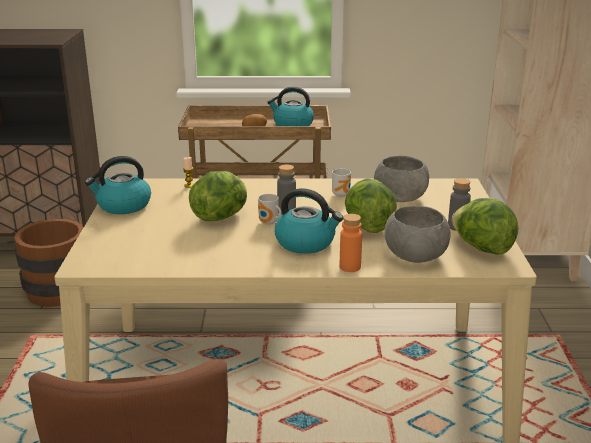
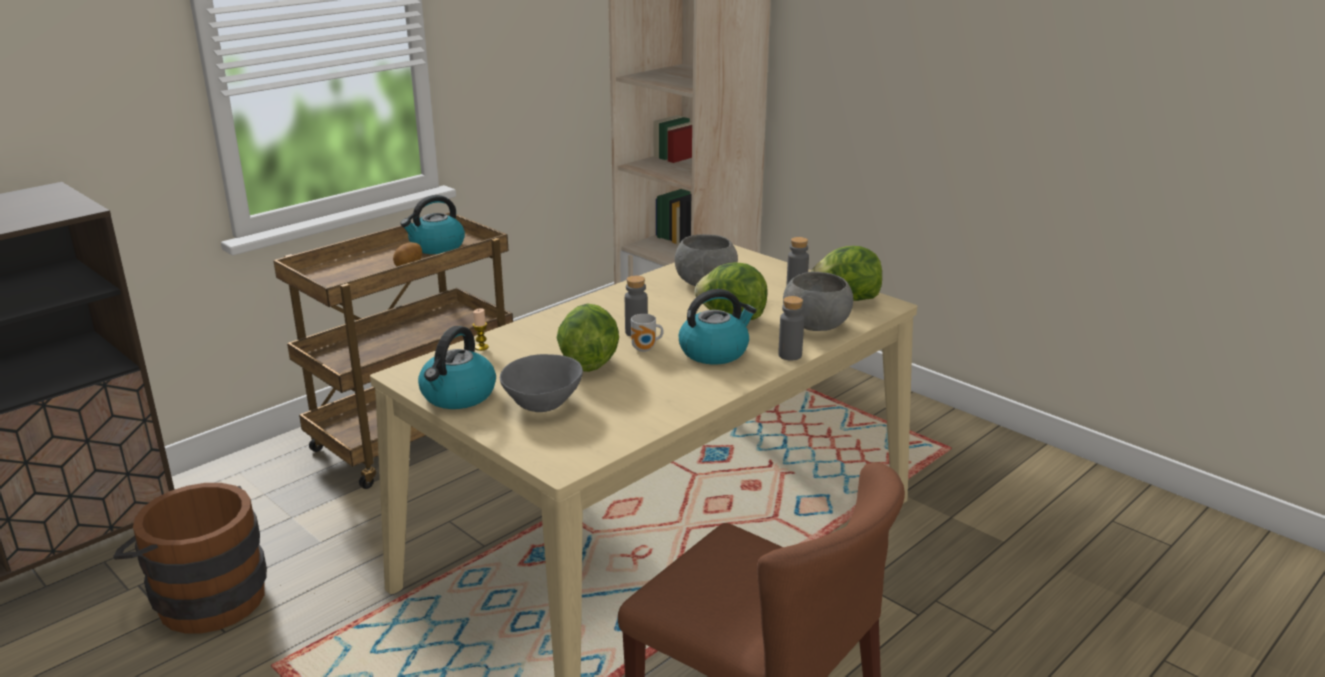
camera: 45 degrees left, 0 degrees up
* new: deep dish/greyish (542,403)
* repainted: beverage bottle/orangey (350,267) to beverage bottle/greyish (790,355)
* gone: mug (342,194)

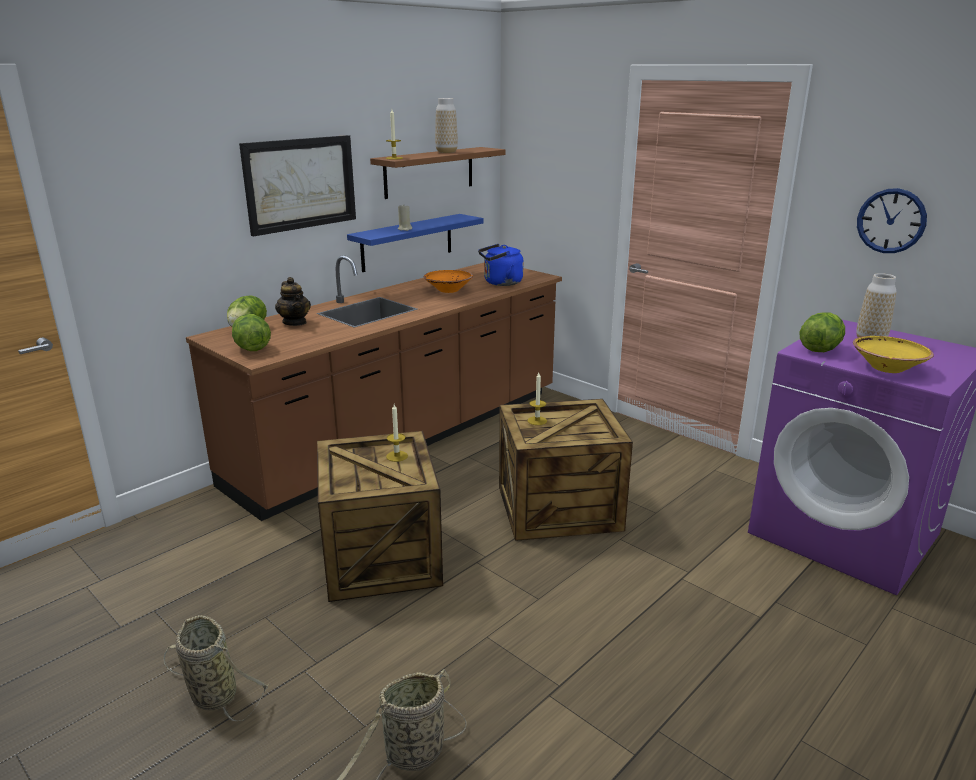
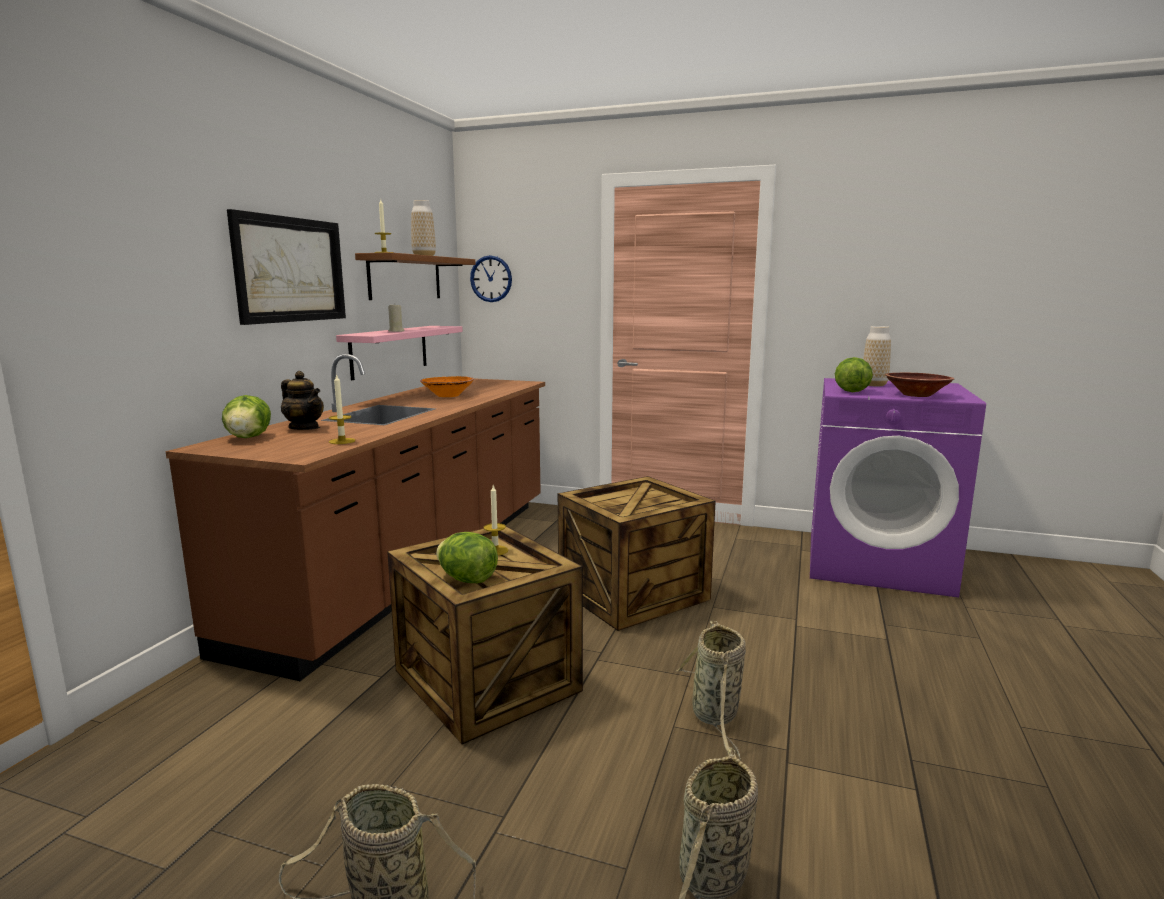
camera: 25 degrees left, 10 degrees down
* shifted: candle (537,421) to (342,441)
* repainted: shelf/blue (407,242) to shelf/pink-coloured (390,351)
* shifted: lettuce head (252,348) to (467,579)
* shifted: hanging clock (891,221) to (491,279)
* new: storage basket (715,716)
* repainted: deep dish/yellow-coloured (887,368) to deep dish/brown-coloured (916,395)
* gone: tea kettle/blue (500,283)

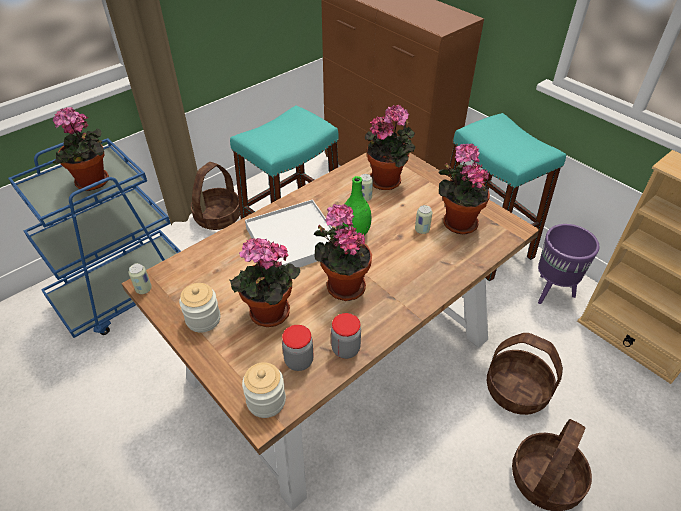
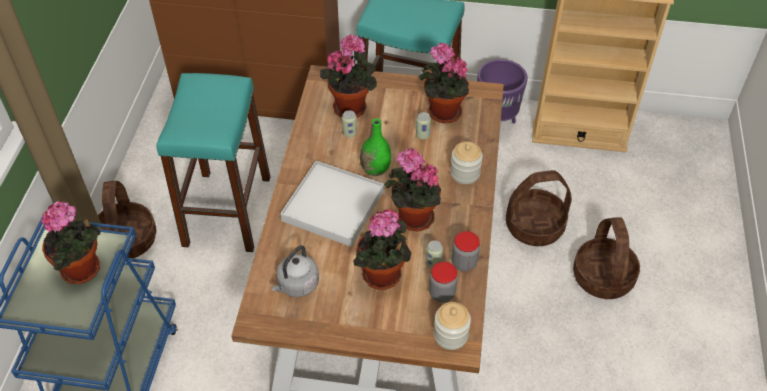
camera: 40 degrees left, 5 degrees up
* new: tea kettle/greyish (297,285)
* shifted: metal can (143,289) to (433,263)
* shifted: preserve jar (203,319) to (465,173)

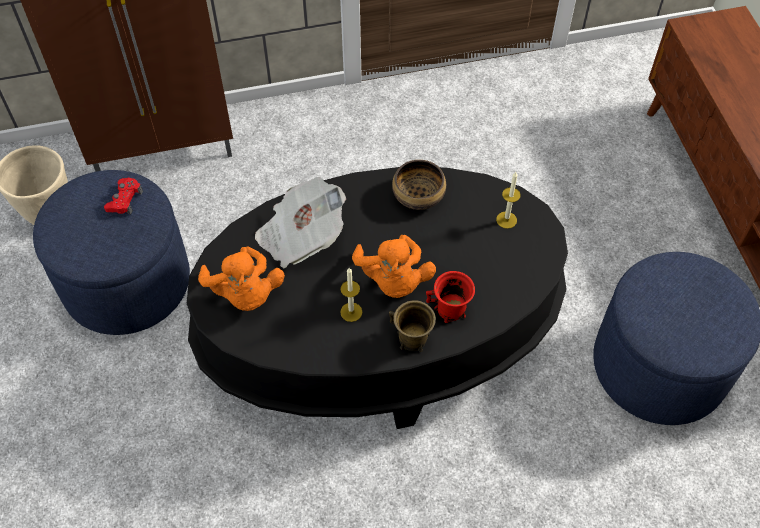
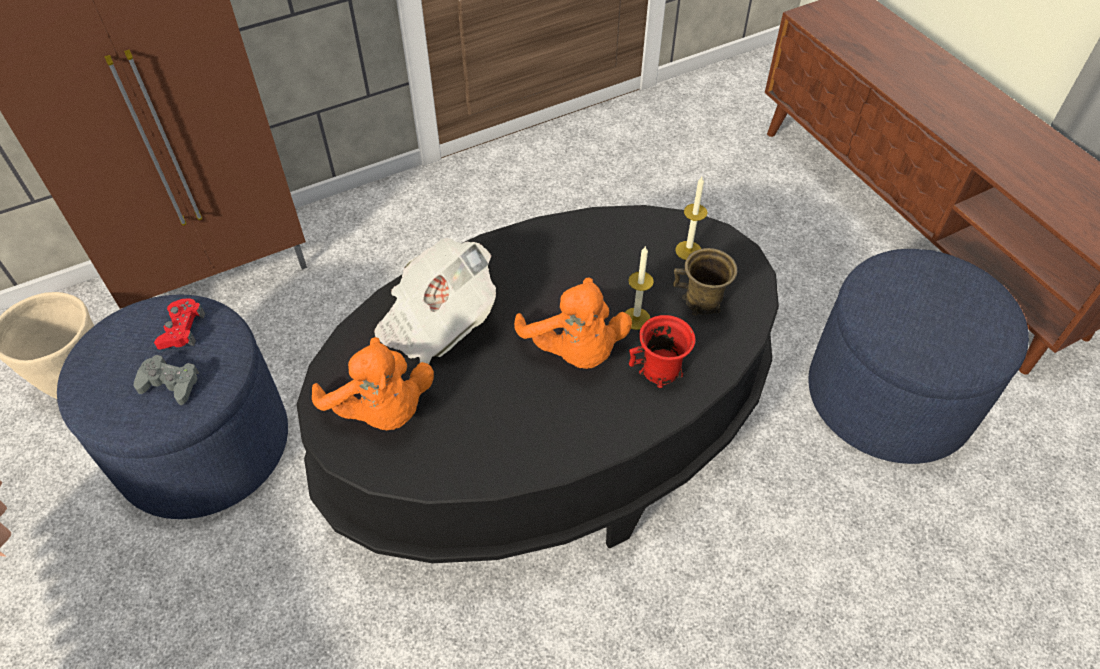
camera: 15 degrees left, 5 degrees down
* new: gamepad/greyish (170,384)
* shifted: candle (351,312) to (636,318)
* shifted: mug/brown-coloured (412,339) to (703,302)
* gone: deep dish (419,195)

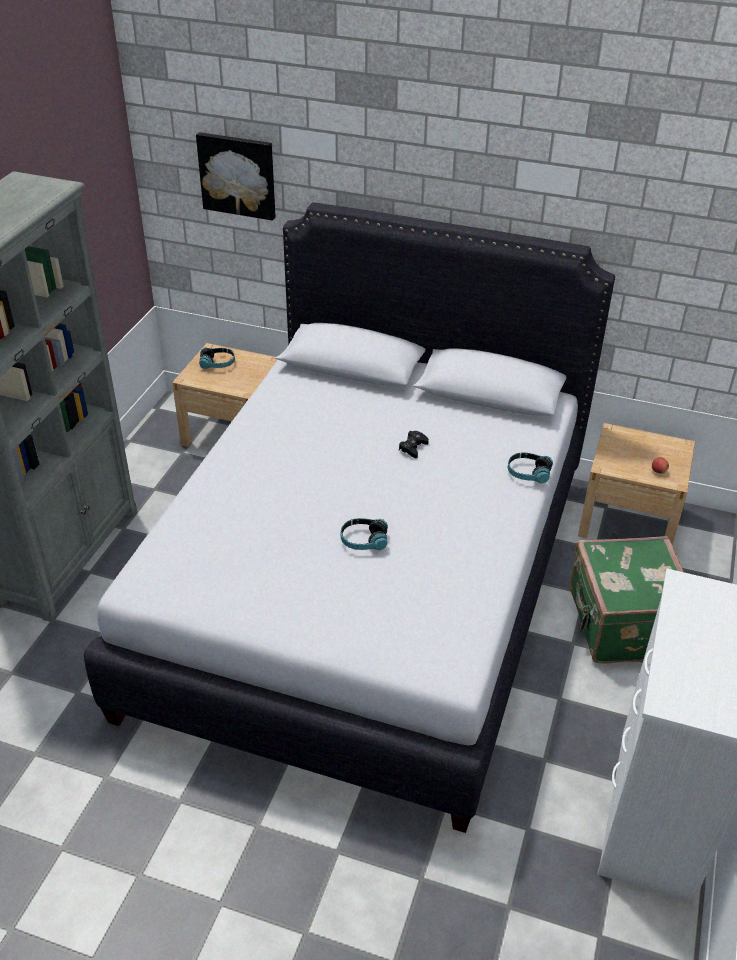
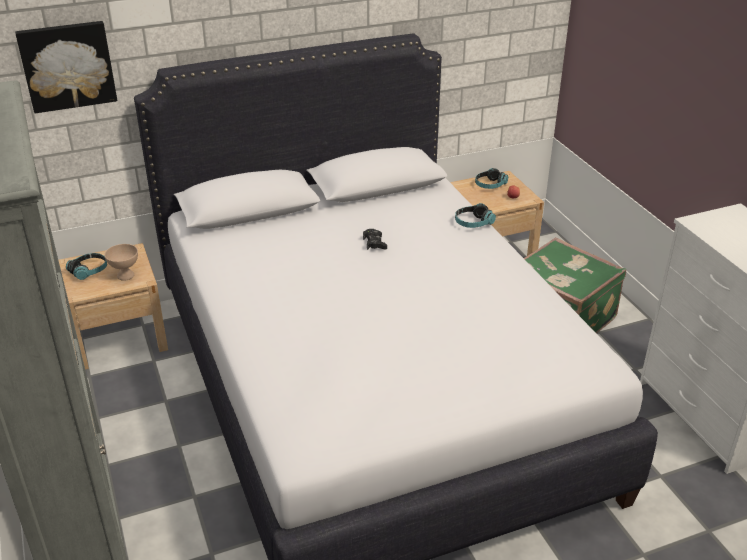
camera: 40 degrees left, 5 degrees down
* new: deep dish/beige (125,276)
* shifted: headset (363,540) to (490,185)

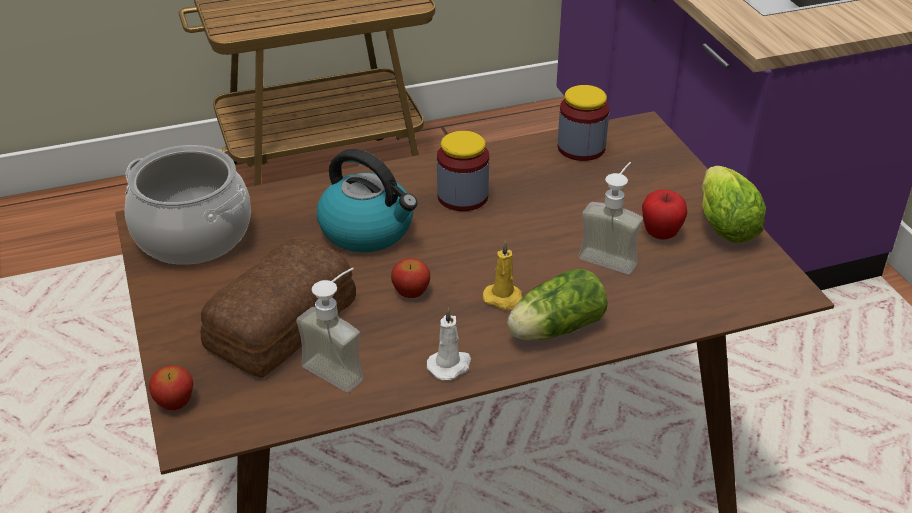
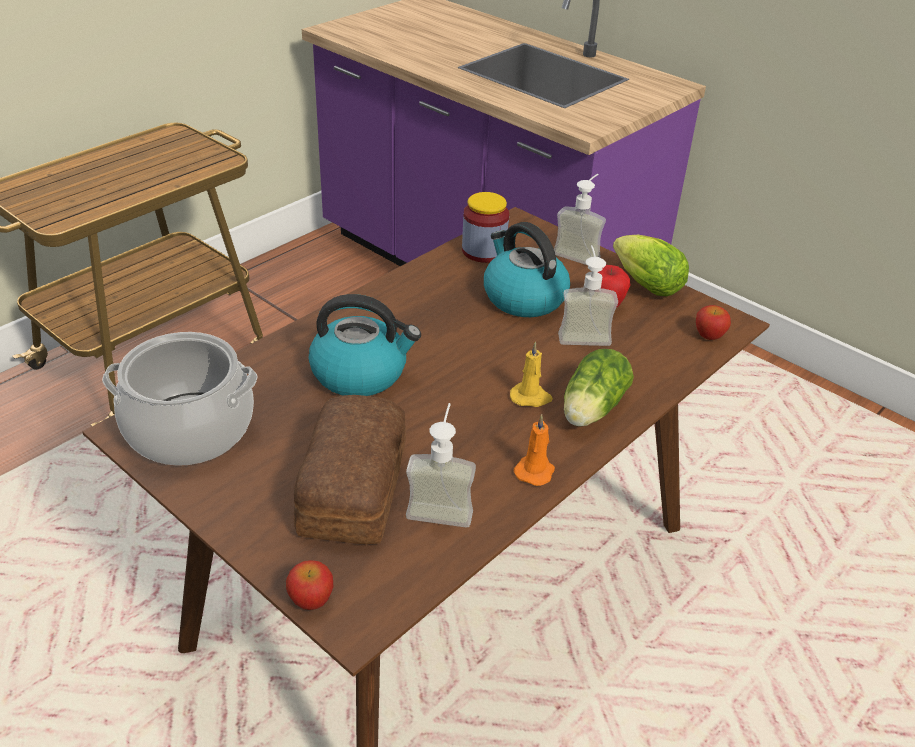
camera: 30 degrees left, 0 degrees up
* new: tea kettle (523,297)
* repainted: candle/white (450,365) to candle/orangey (535,470)
* new: soap dispenser (580,253)
* shifted: apple fruit (411,292) to (709,336)
* gone: preserve jar (462,197)

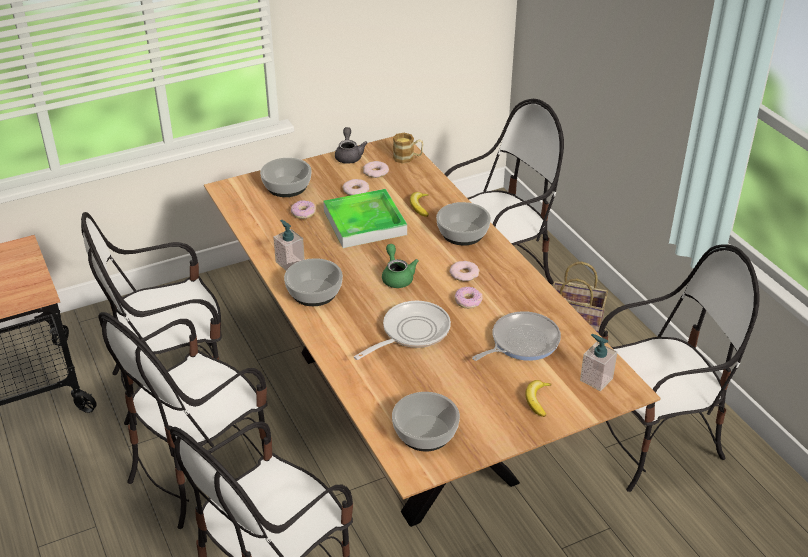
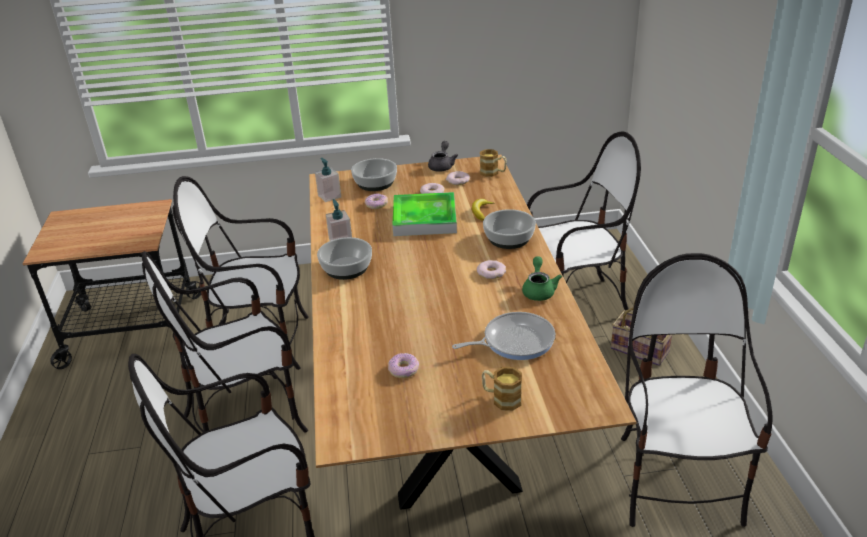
camera: 20 degrees right, 5 degrees down
* shifted: soap dispenser (596,379) to (329,196)
* shifted: ring doughnut (468,301) to (404,369)
* swapped: whole banana (537,400) to mug (501,398)
* shifted: tea pot/greenish (397,277) to (539,290)
* rotated: chair (653,443) = (676,482) 90 degrees counterclockwise
* gone: frying pan (411,332)
* gone: deep dish (424,433)

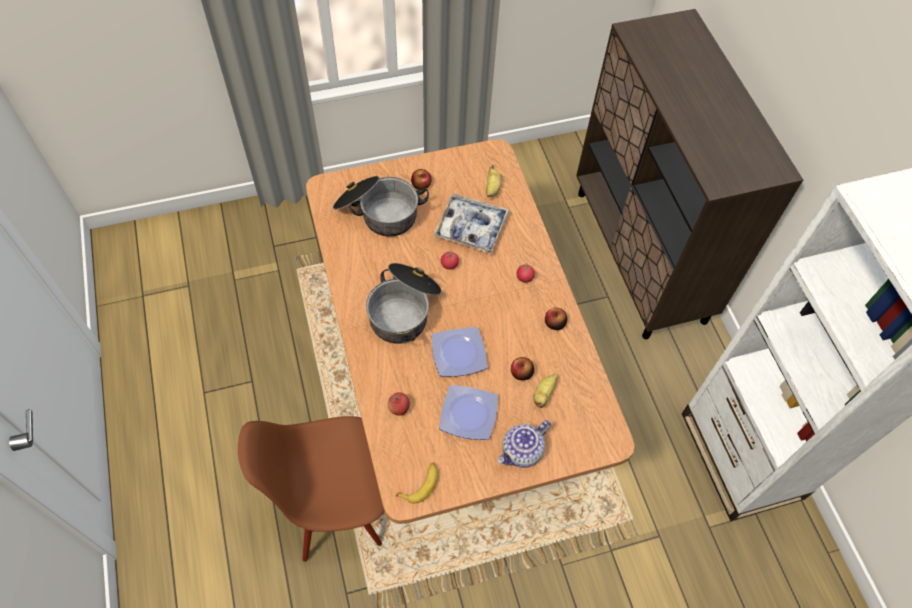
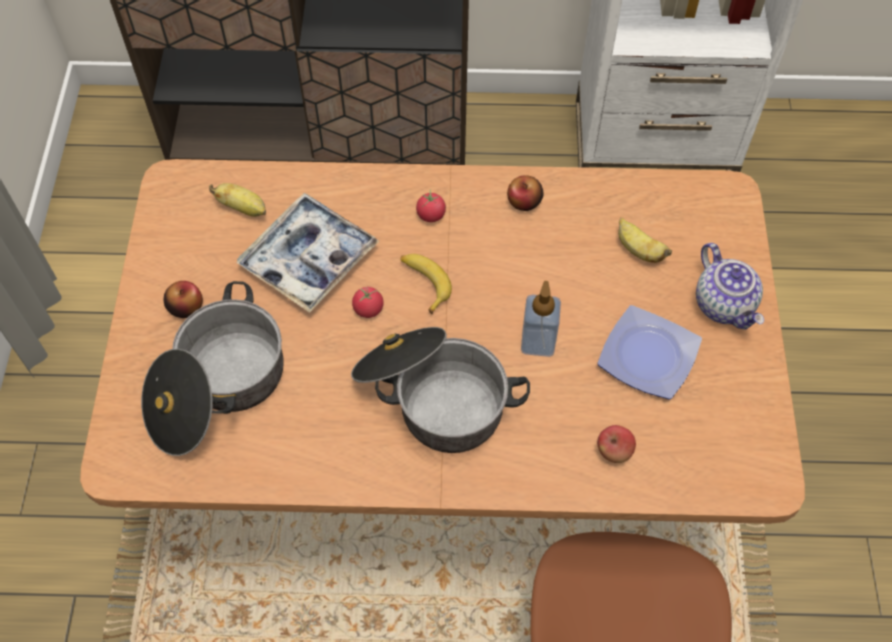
camera: 70 degrees left, 0 degrees up
* shifted: whole banana (420,484) to (424,283)
* swapped: dinner plate (457,353) to soap dispenser (538,342)
* gone: apple fruit (521,373)

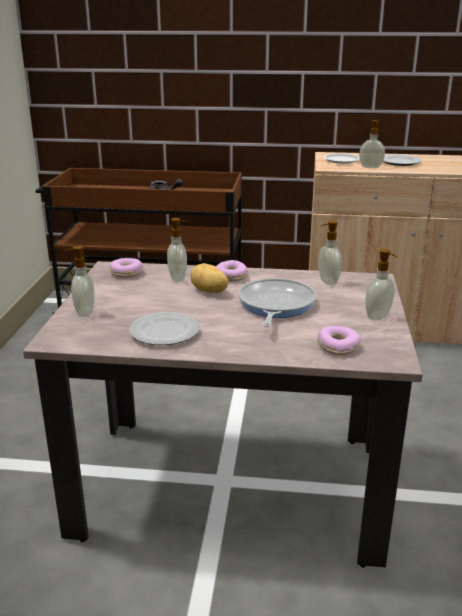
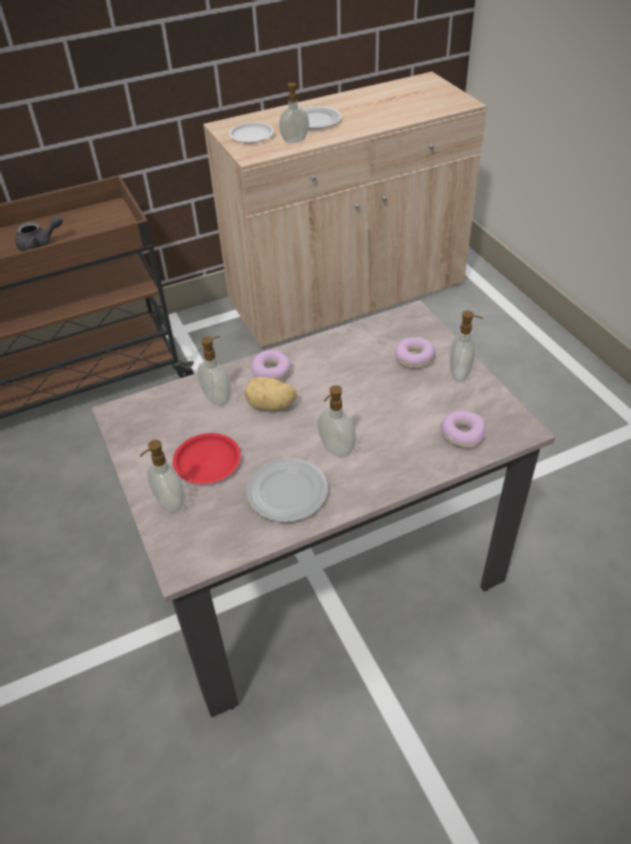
camera: 30 degrees left, 20 degrees up
* new: dinner plate/reddish (208,462)
* shifted: soap dispenser (327,281) to (336,449)
* shifted: ring doughnut (126,273) to (414,358)
* gone: frying pan (275,305)

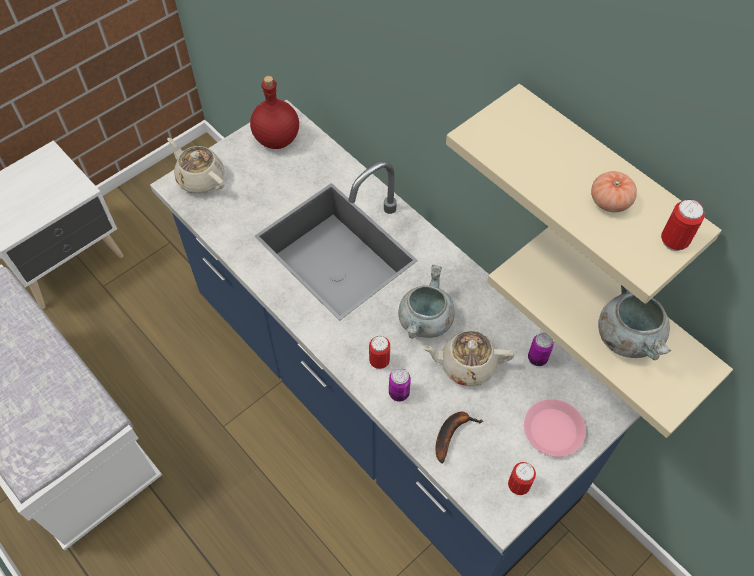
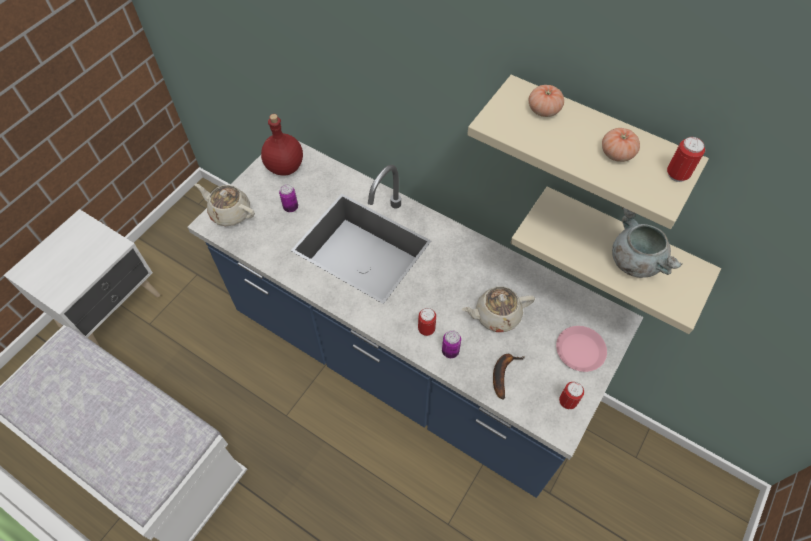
camera: 15 degrees left, 0 degrees up
* shifted: metal can (537,358) to (290,207)
* new: whole tomato (544,110)
* gone: saucepot/greyish (425,321)

